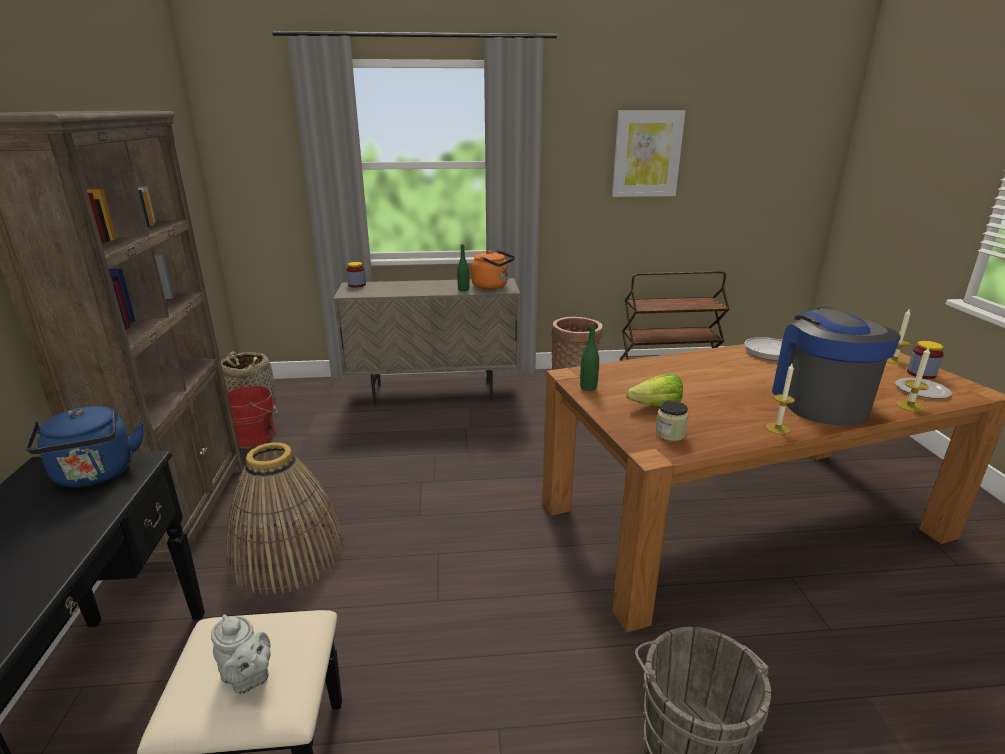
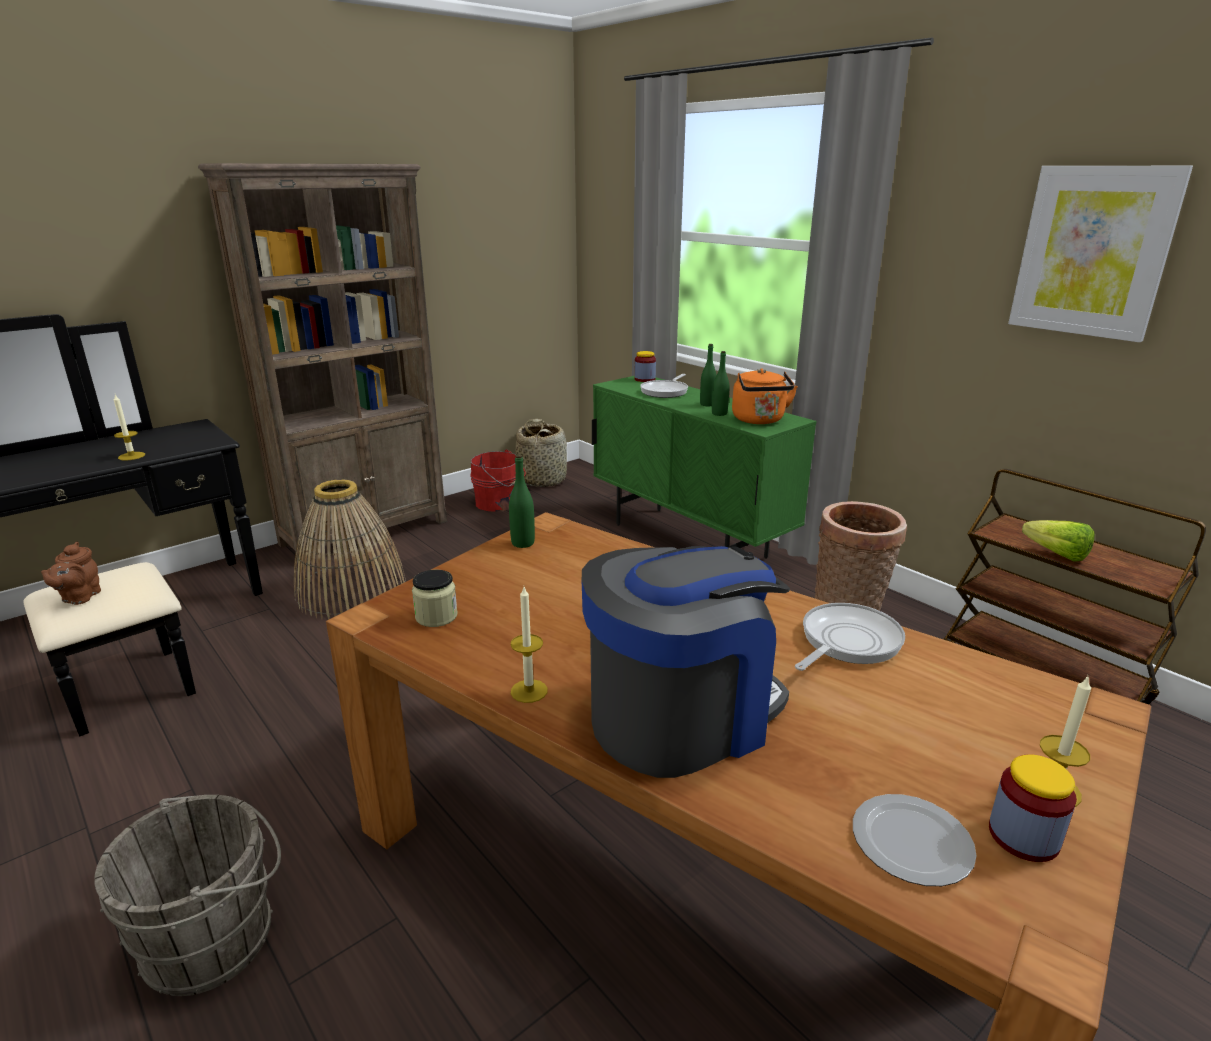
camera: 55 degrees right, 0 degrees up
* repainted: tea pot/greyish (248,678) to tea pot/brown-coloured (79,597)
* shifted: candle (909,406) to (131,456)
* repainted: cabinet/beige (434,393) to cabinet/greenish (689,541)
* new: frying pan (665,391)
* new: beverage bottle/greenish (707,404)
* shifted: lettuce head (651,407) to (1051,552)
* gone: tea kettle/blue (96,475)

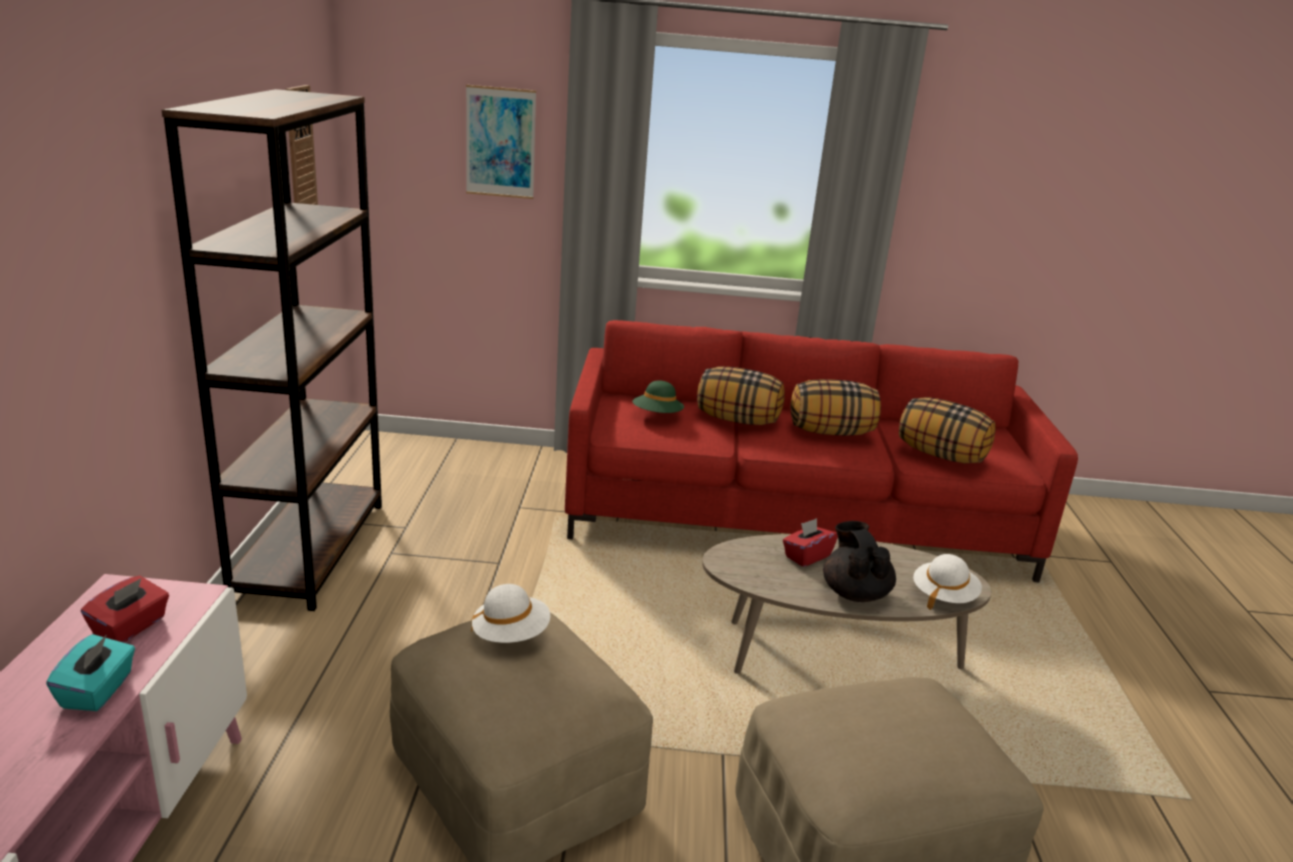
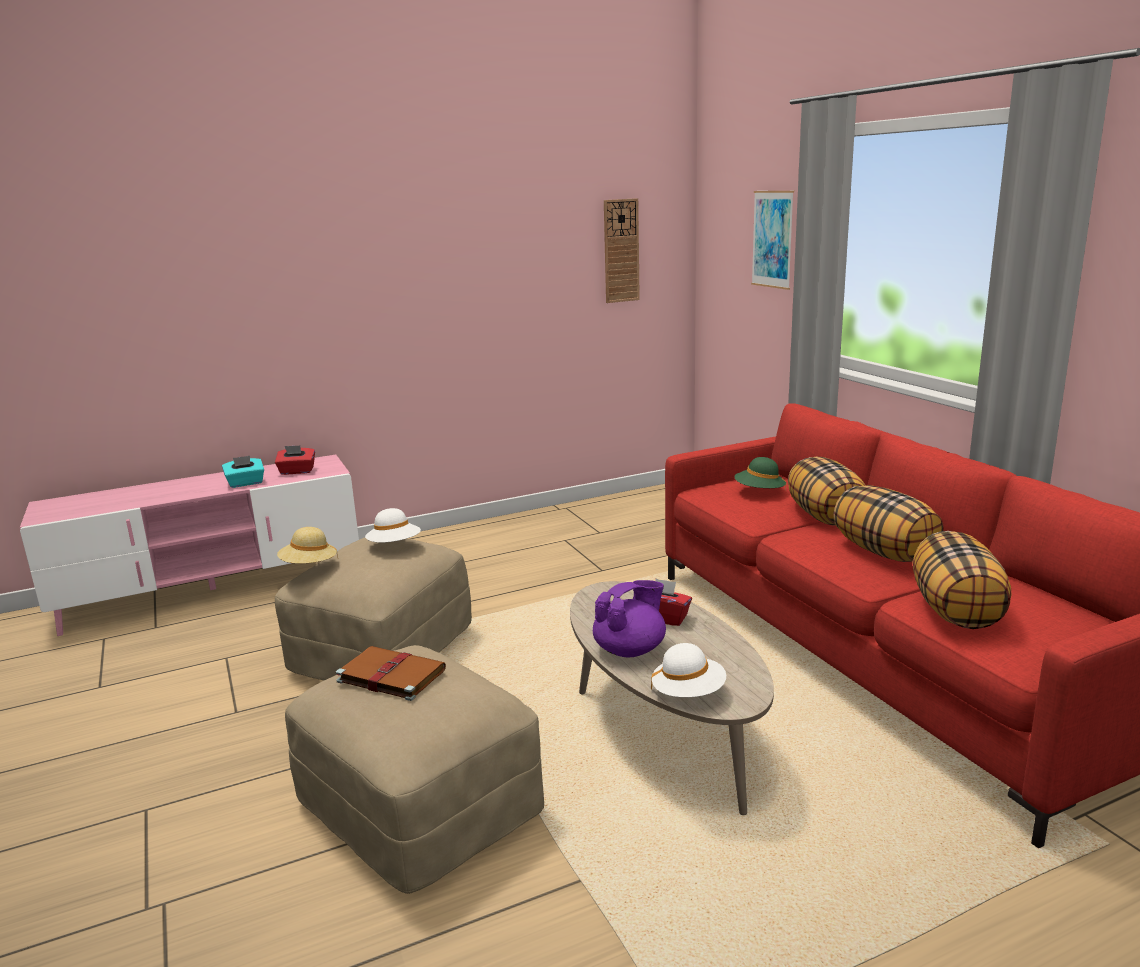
camera: 65 degrees right, 5 degrees down
* new: clothing hat/beige (309,566)
* new: volume/brown-coloured (389,675)
* repainted: tea pot/black (854,592) to tea pot/purplish (630,650)
* gone: bookcase/brown-coloured (311,549)

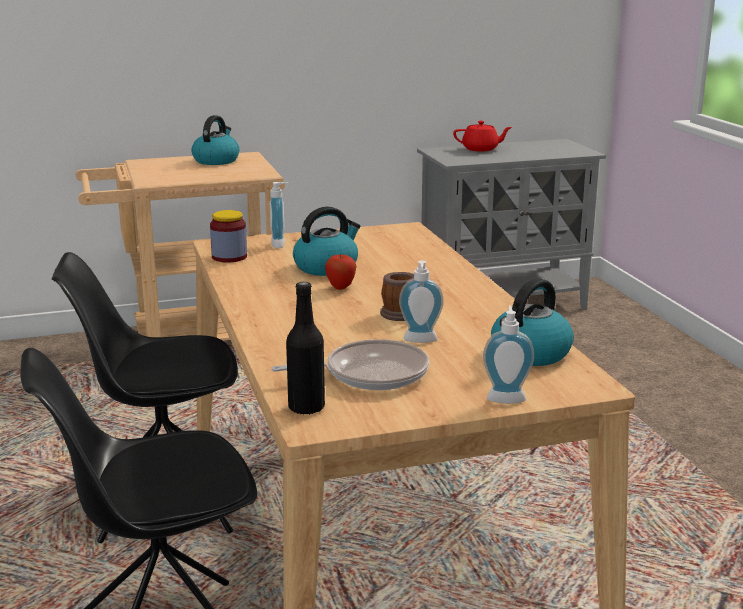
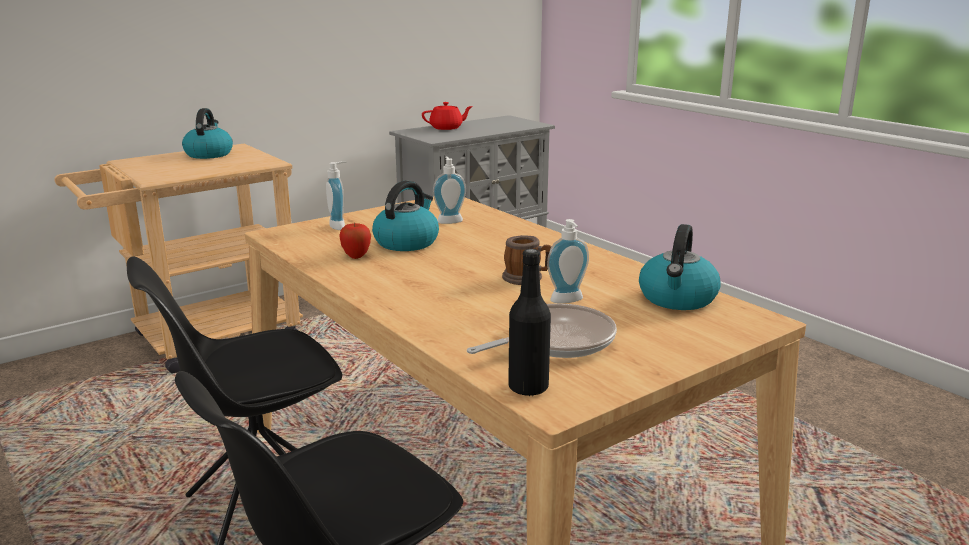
camera: 20 degrees left, 0 degrees up
* shifted: apple fruit (341,287) to (356,256)
* shifted: soap dispenser (506,397) to (449,220)
* gone: preserve jar (229,257)

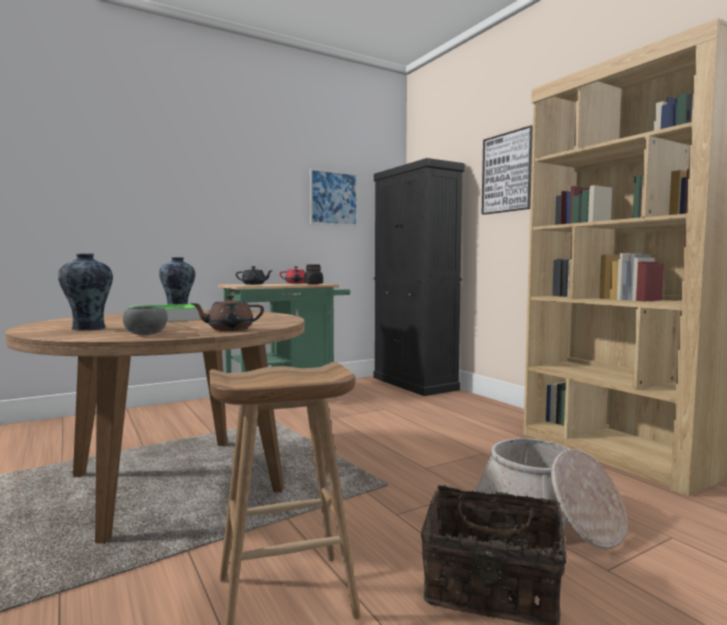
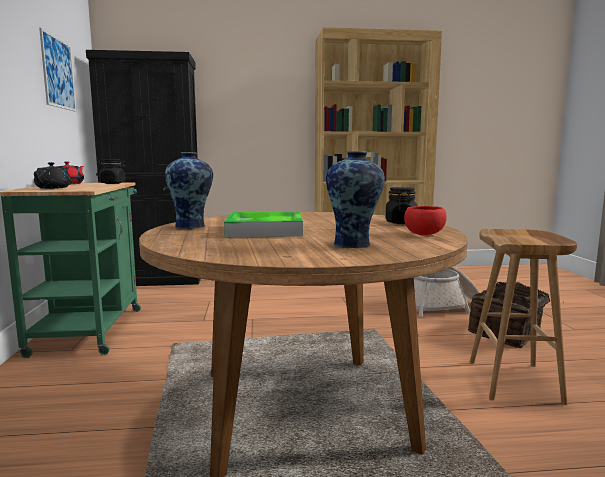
camera: 65 degrees left, 5 degrees up
* swapped: tea pot/brown-coloured (229,329) to preserve jar/black (400,222)
* repainted: deep dish/greyish (147,334) to deep dish/reddish (424,234)
* gone: wall art (508,172)

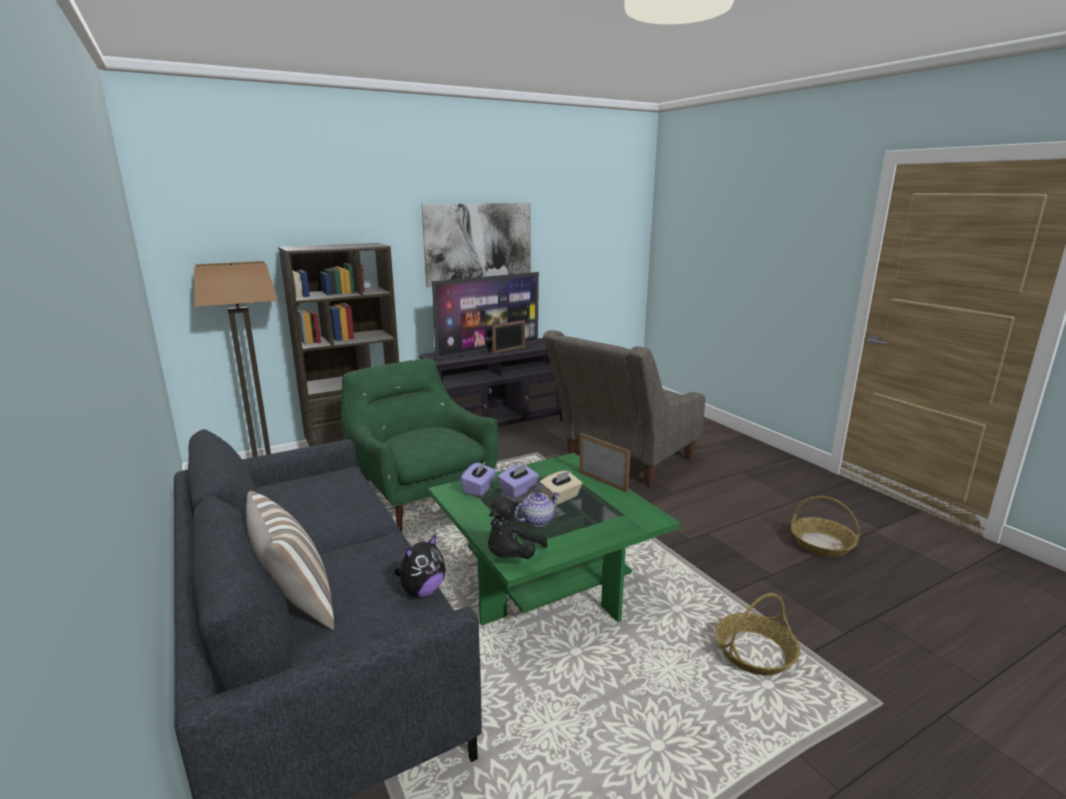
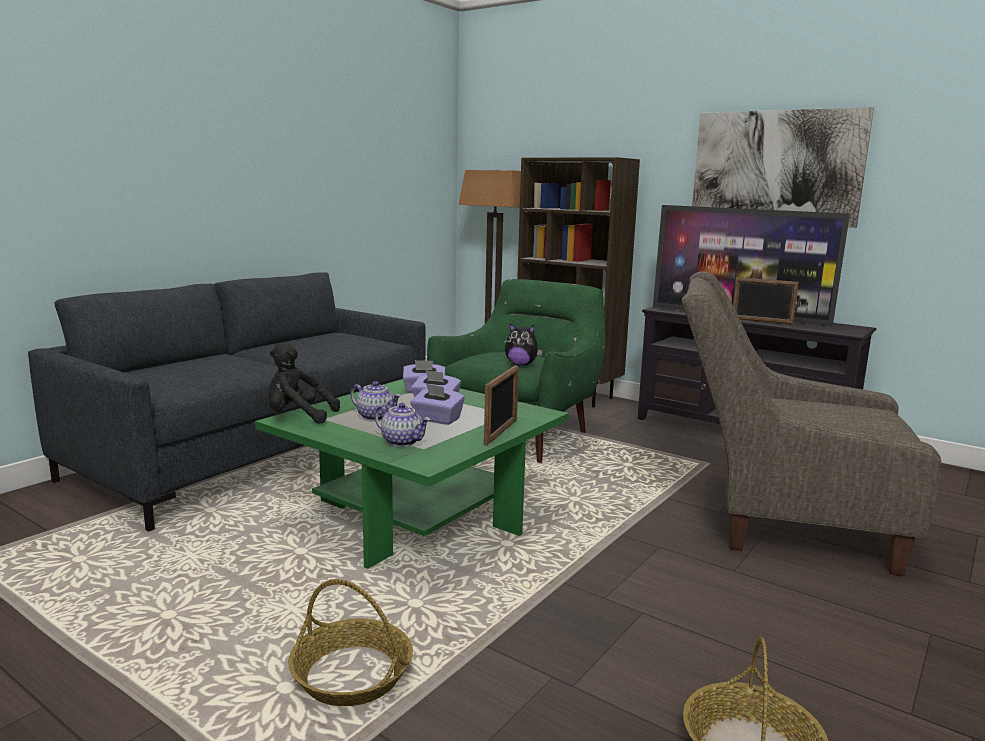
camera: 65 degrees right, 5 degrees down
* new: tea pot (402,441)
* repainted: tissue holder/beige (560,498) to tissue holder/purplish (437,419)
* shifted: plush toy (422,591) to (521,365)
* gone: cushion (296,605)

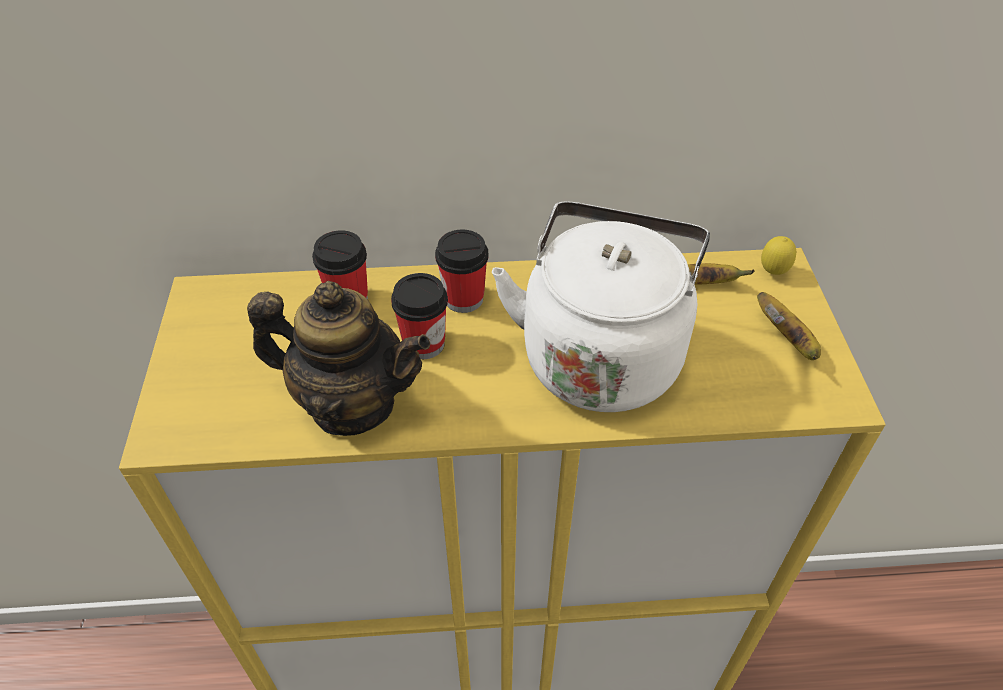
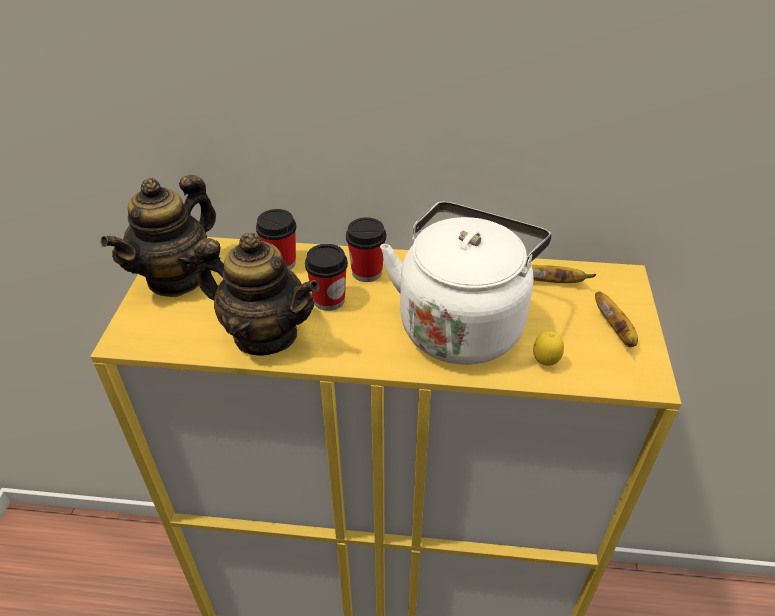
camera: 10 degrees right, 5 degrees down
* new: tea pot (176,277)
* shifted: lemon (772,273) to (545,363)

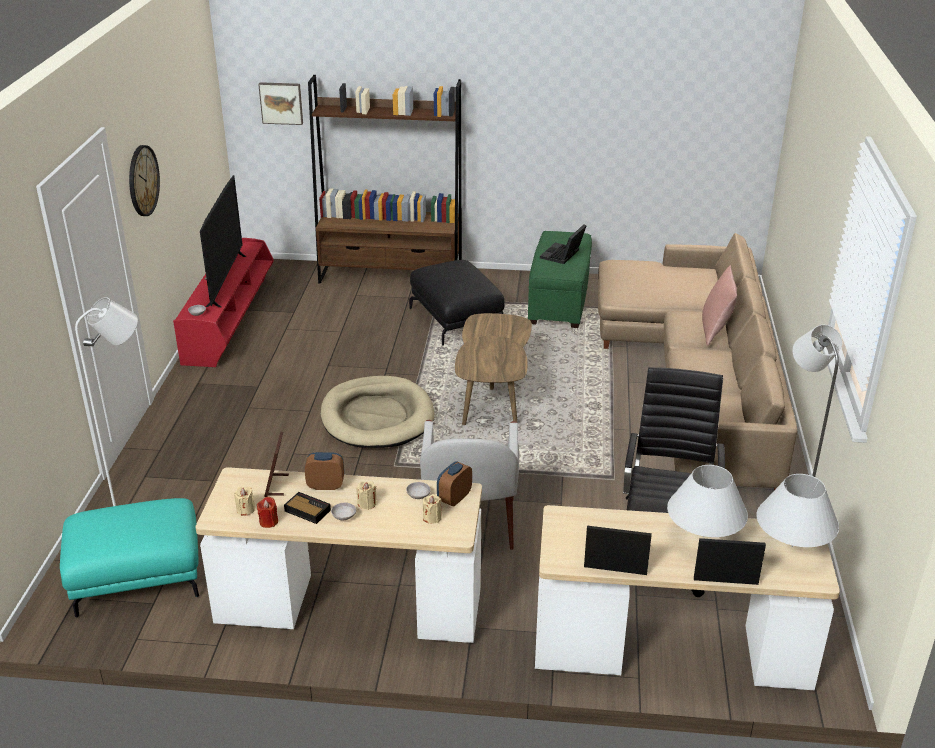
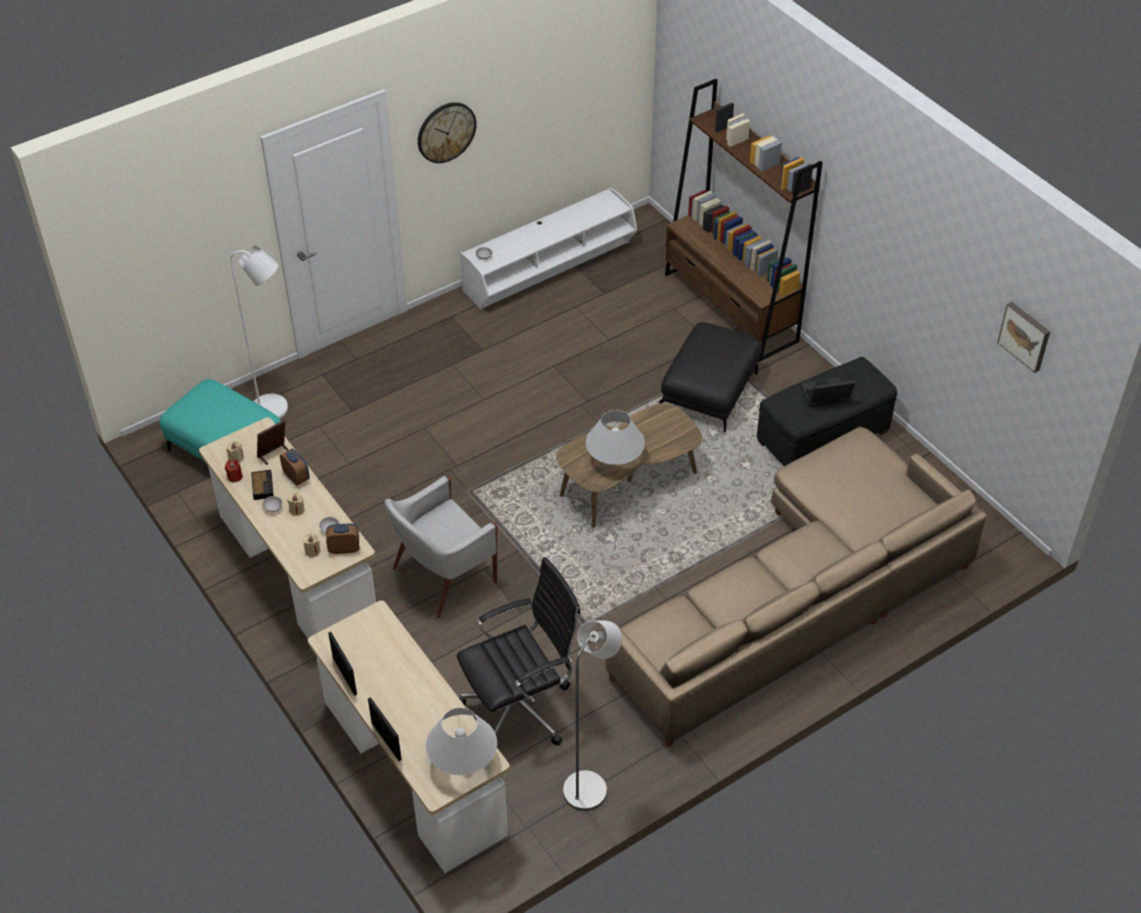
camera: 50 degrees right, 15 degrees up
* repainted: tv unit/reddish (231,320) to tv unit/white (550,269)
* shifted: tabletop lamp/white (703,536) to (615,459)
* repainted: ottoman/greenish (559,301) to ottoman/black (822,437)
* shifted: wall art (281,103) to (1025,336)
* gone: TV (226,280)
* gone: dog cushion/beige (377,417)
* gone: cushion/pink-coloured (715,331)

